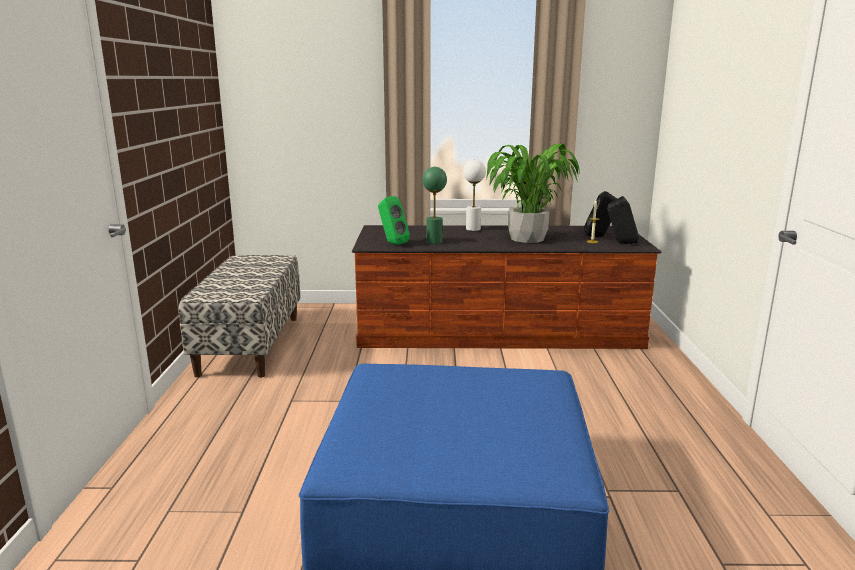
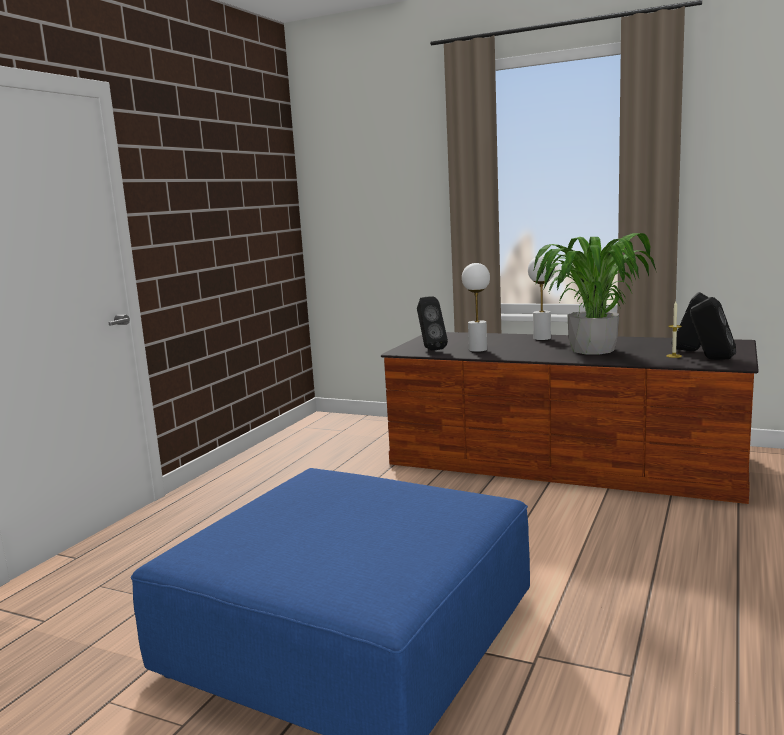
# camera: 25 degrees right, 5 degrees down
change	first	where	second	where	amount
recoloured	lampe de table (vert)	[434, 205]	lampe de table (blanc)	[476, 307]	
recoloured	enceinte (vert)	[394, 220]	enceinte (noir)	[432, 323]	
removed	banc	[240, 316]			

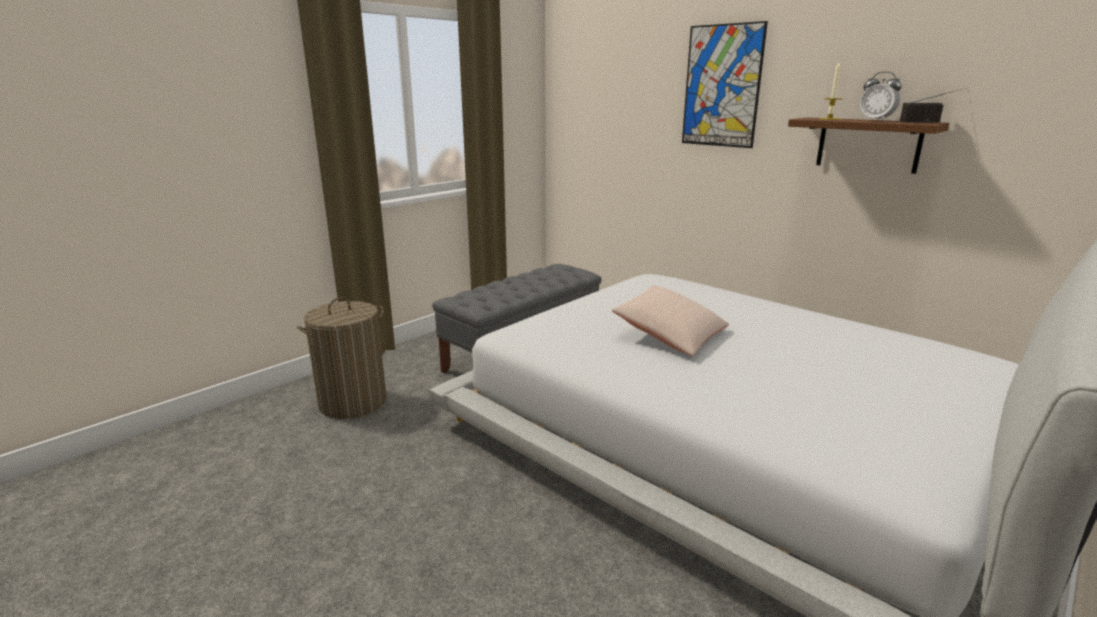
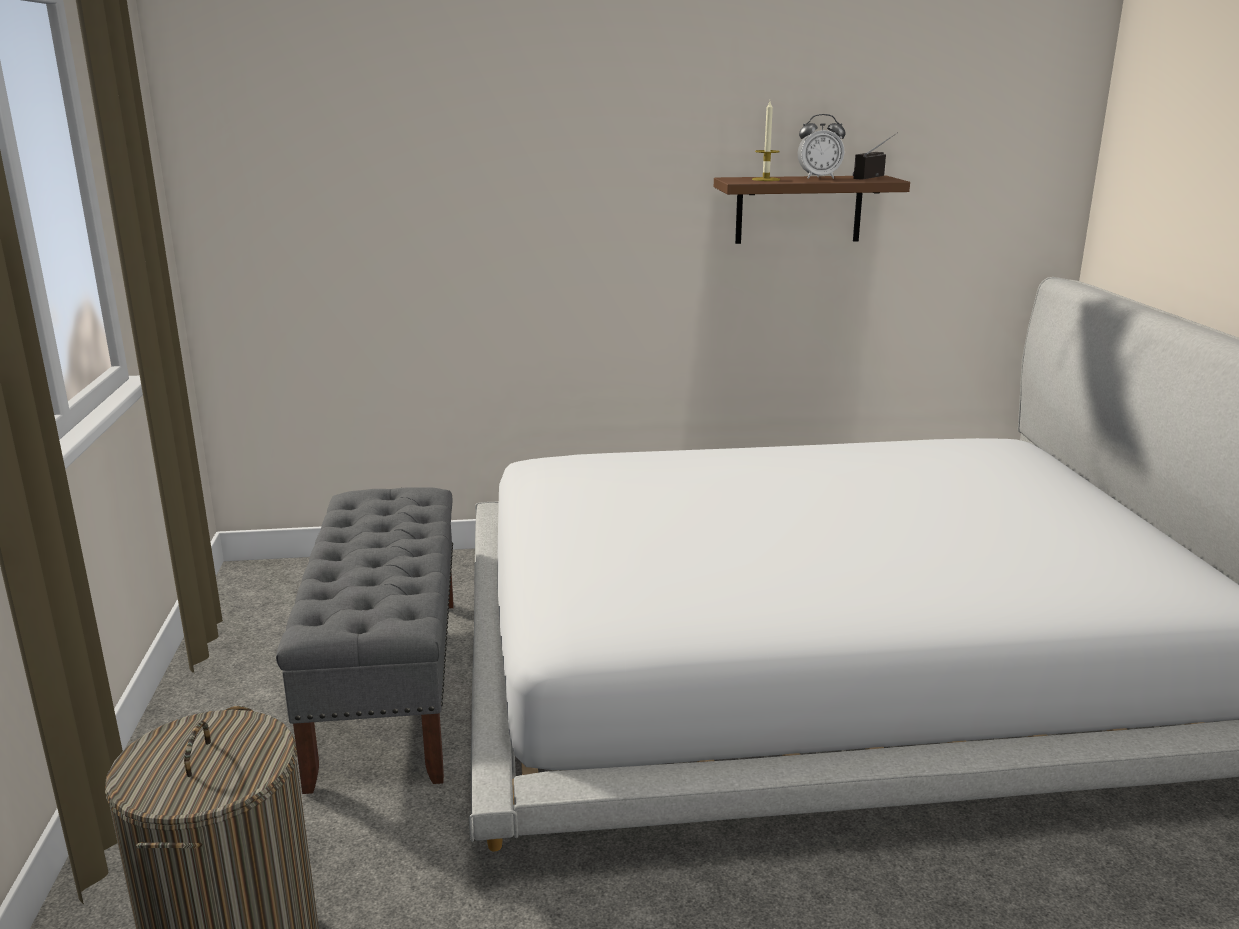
# camera: 50 degrees left, 0 degrees up
change	first	where	second	where	amount
removed	tableau	[725, 84]			
removed	coussin (beige)	[670, 320]			

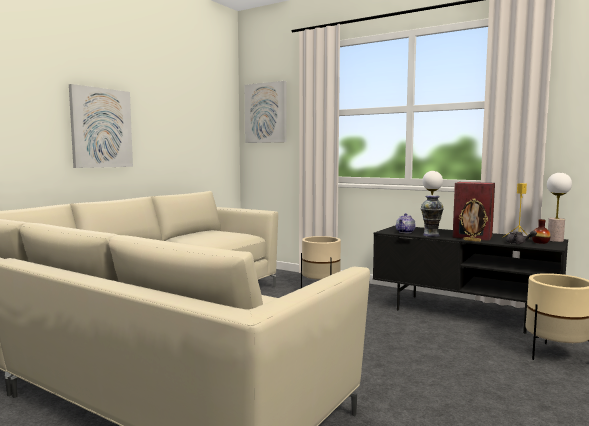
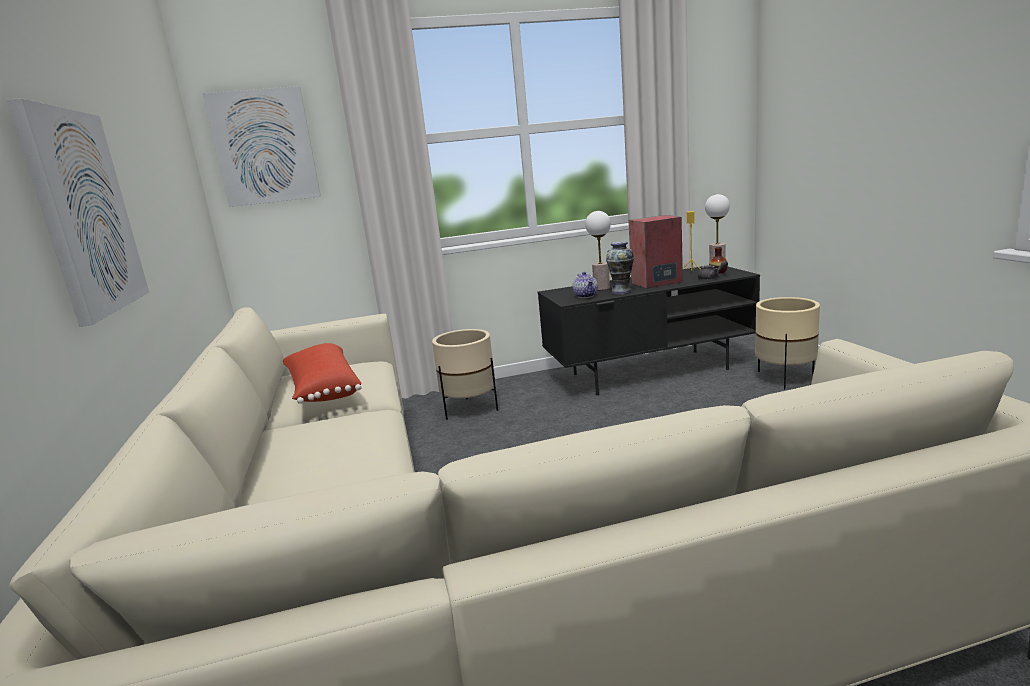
# camera: 45 degrees left, 10 degrees up
change	first	where	second	where	amount
removed	cadre photo	[473, 220]			
added			coussin (rouge)	[322, 373]	

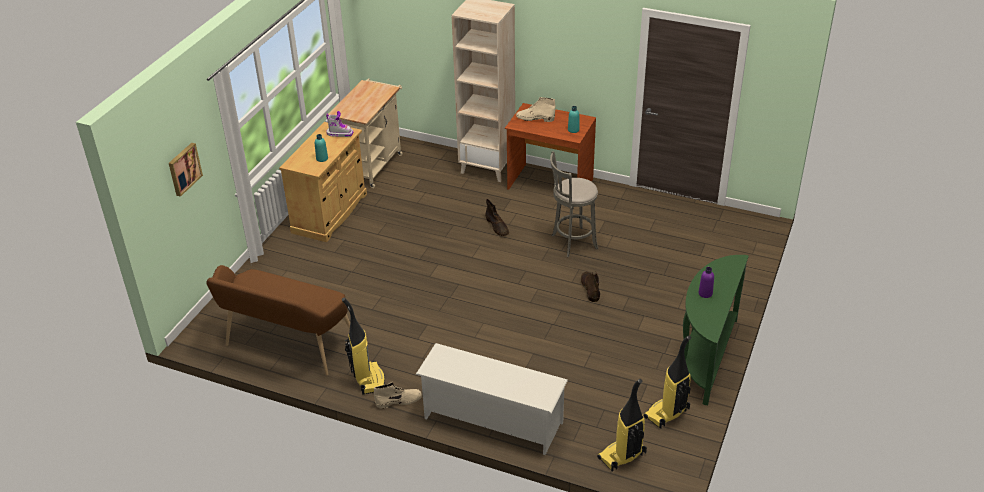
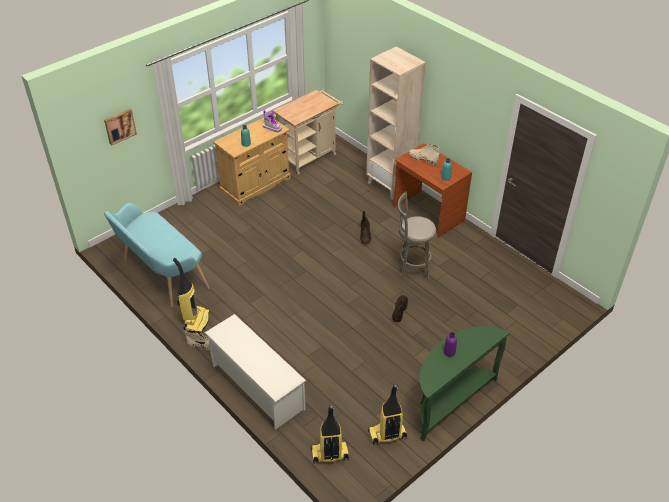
# camera: 25 degrees right, 5 degrees up
change	first	where	second	where	amount
recoloured	banc (marron)	[278, 320]	banc (turquoise)	[157, 255]	

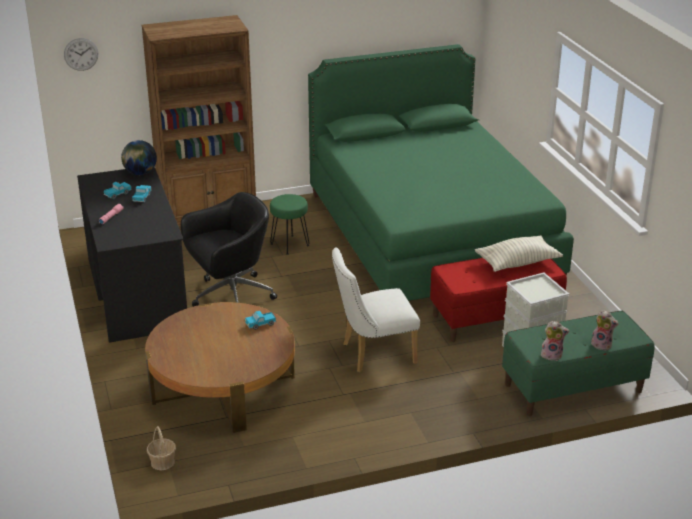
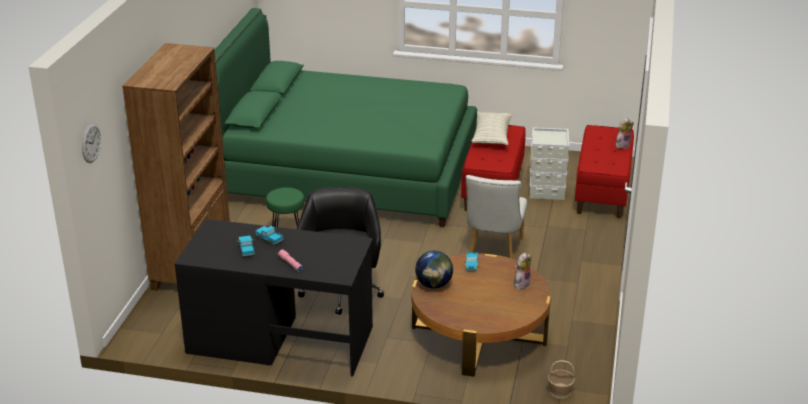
# camera: 60 degrees left, 0 degrees up
change	first	where	second	where	amount
moved	globe	[139, 157]		[434, 269]	
recoloured	banc (vert)	[578, 363]	banc (rouge)	[604, 172]	
moved	peluche	[554, 341]		[522, 271]	

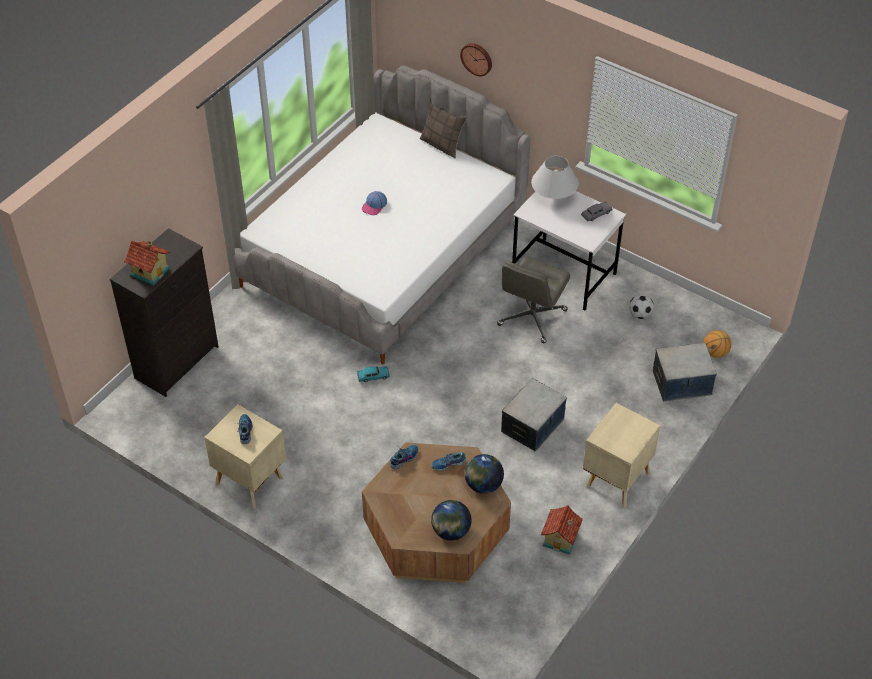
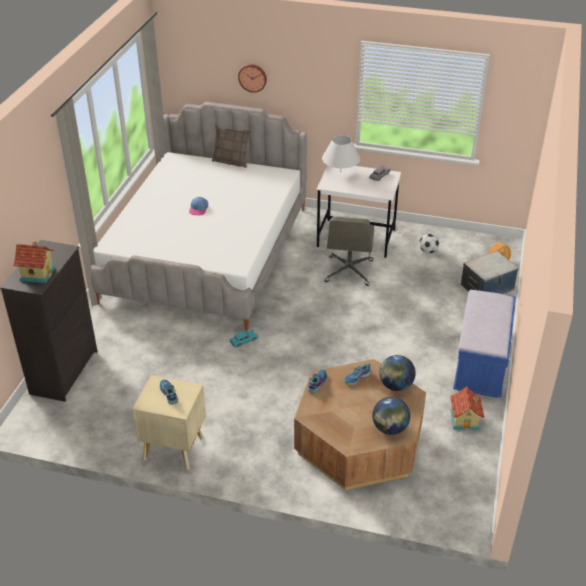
# camera: 20 degrees left, 10 degrees down
change	first	where	second	where	amount
removed	boîte de rangement	[534, 415]			
replaced	table de chevet (beige)	[621, 455]	banc (bleu)	[484, 343]	

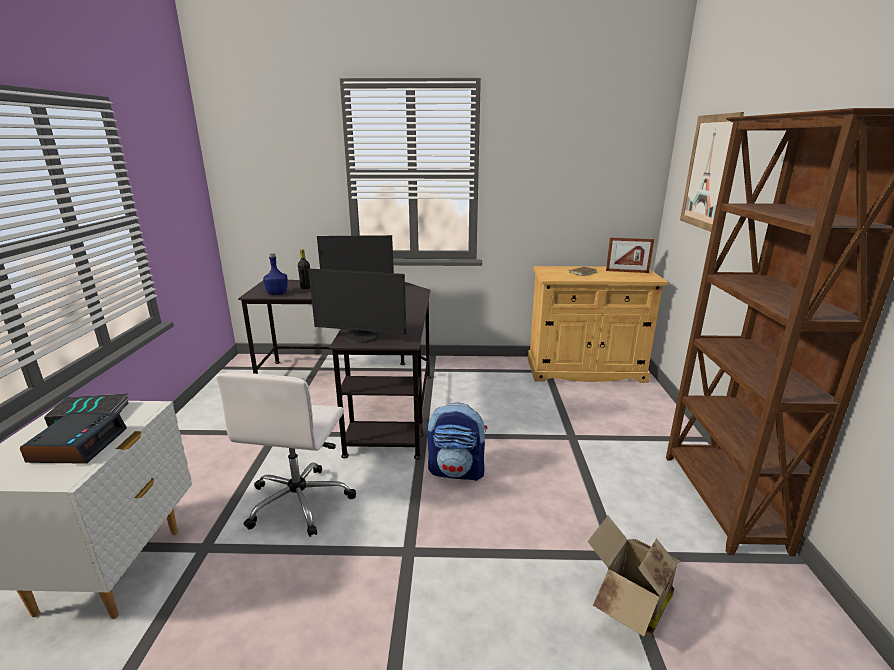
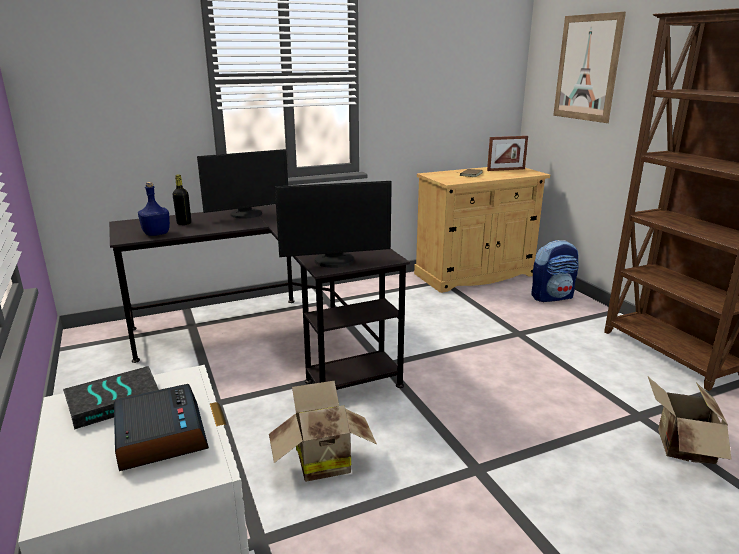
# camera: 25 degrees left, 0 degrees up
change	first	where	second	where	amount
replaced	chaise de bureau (blanc)	[286, 454]	carton	[323, 431]	
moved	sac à dos	[457, 441]		[555, 271]	

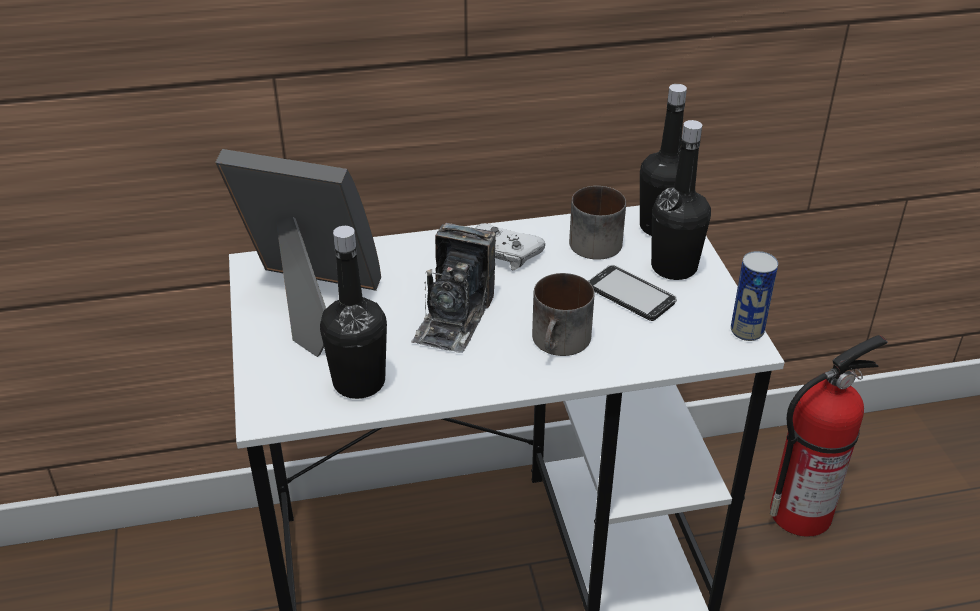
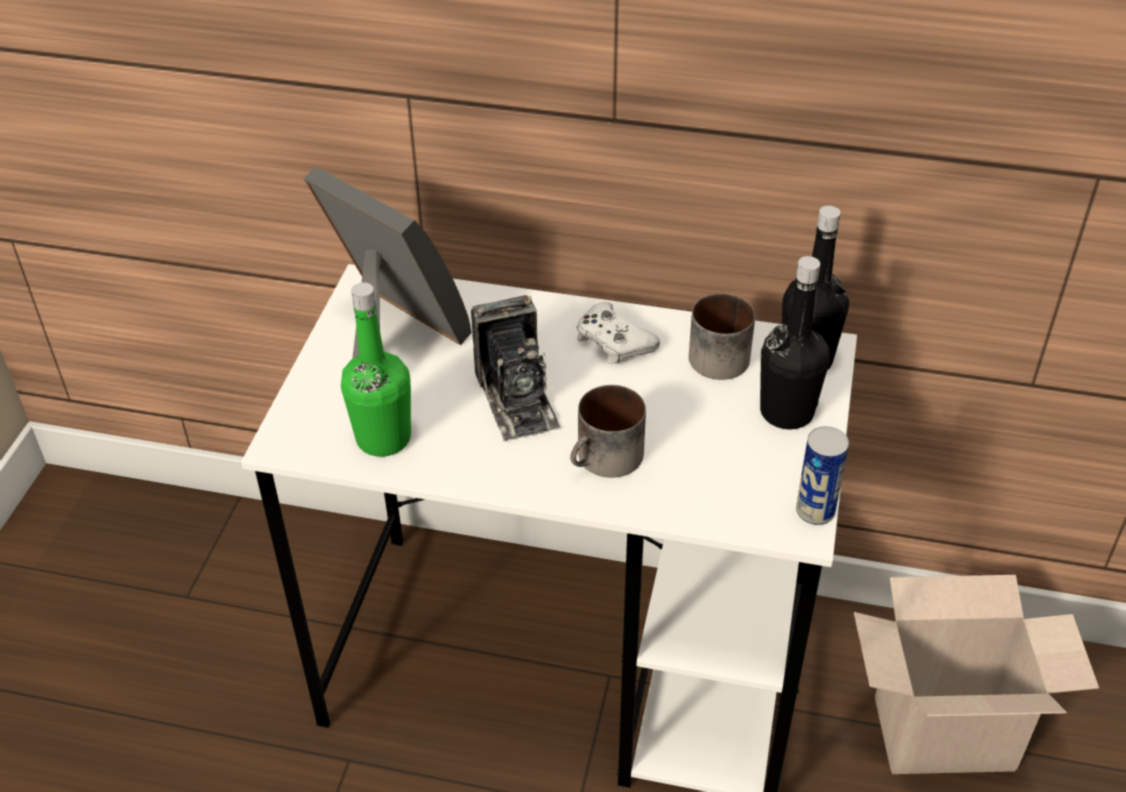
# camera: 25 degrees right, 5 degrees up
change	first	where	second	where	amount
turned	appareil photo	[453, 288]		[516, 368]	60 degrees counterclockwise
recoloured	bouteille (noir)	[353, 312]	bouteille (vert)	[376, 370]	
removed	téléphone	[632, 293]			
replaced	extincteur	[829, 436]	carton	[976, 674]	

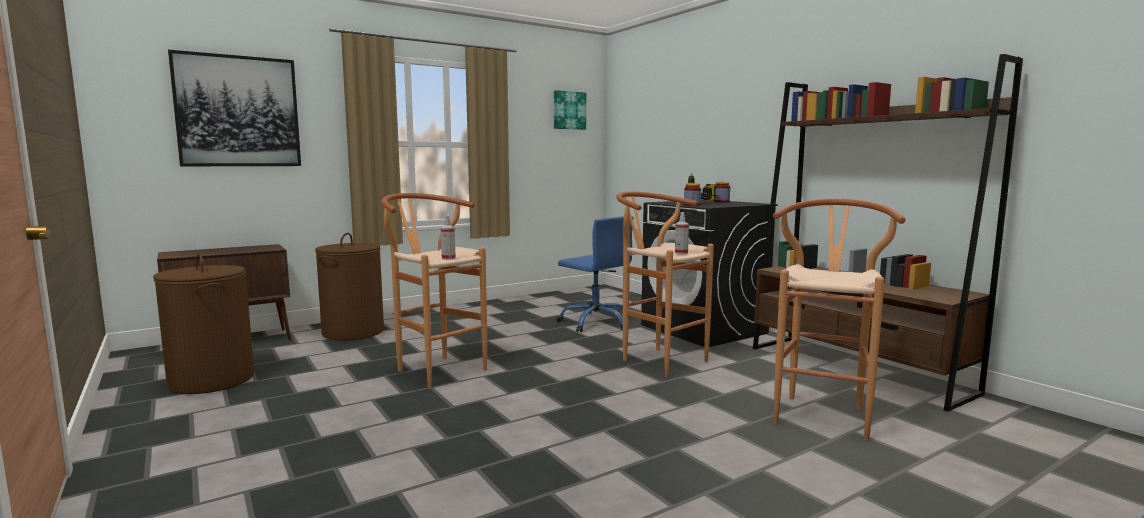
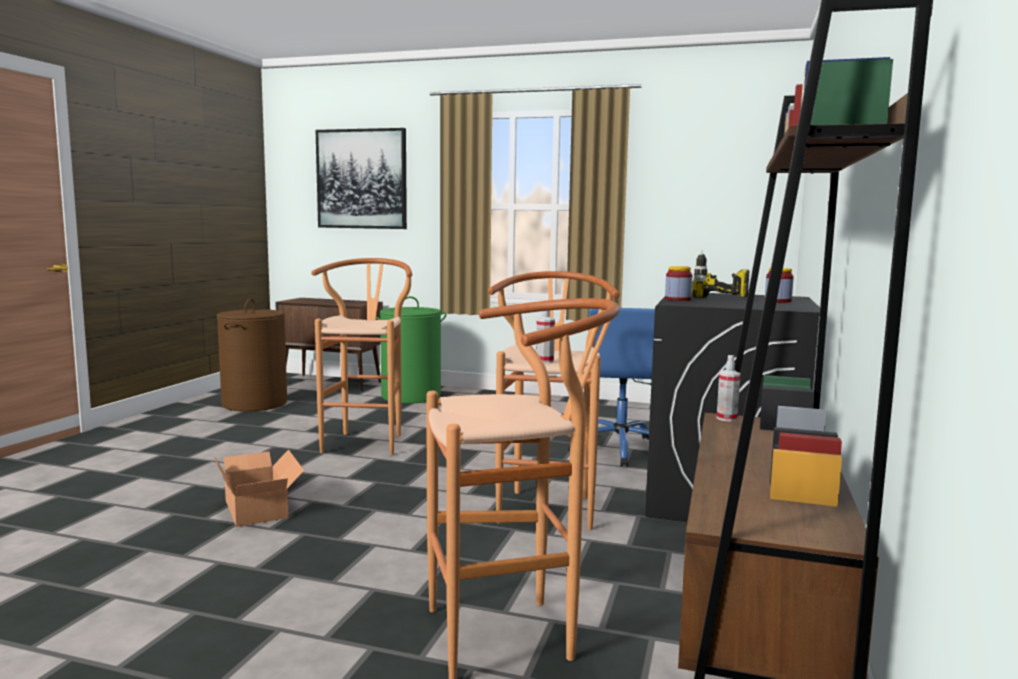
# camera: 50 degrees right, 0 degrees up
change	first	where	second	where	amount
removed	tableau	[570, 110]			
moved	vaporisateur	[448, 237]		[729, 388]	
recoloured	panier à linge (marron)	[349, 287]	panier à linge (vert)	[411, 349]	
added			carton	[259, 488]	

